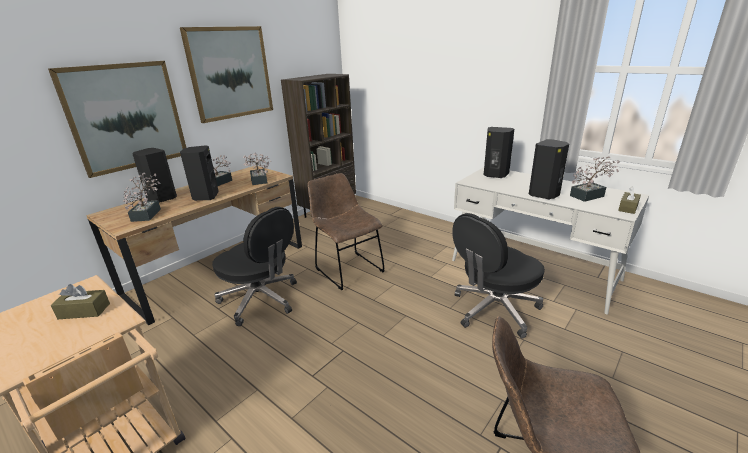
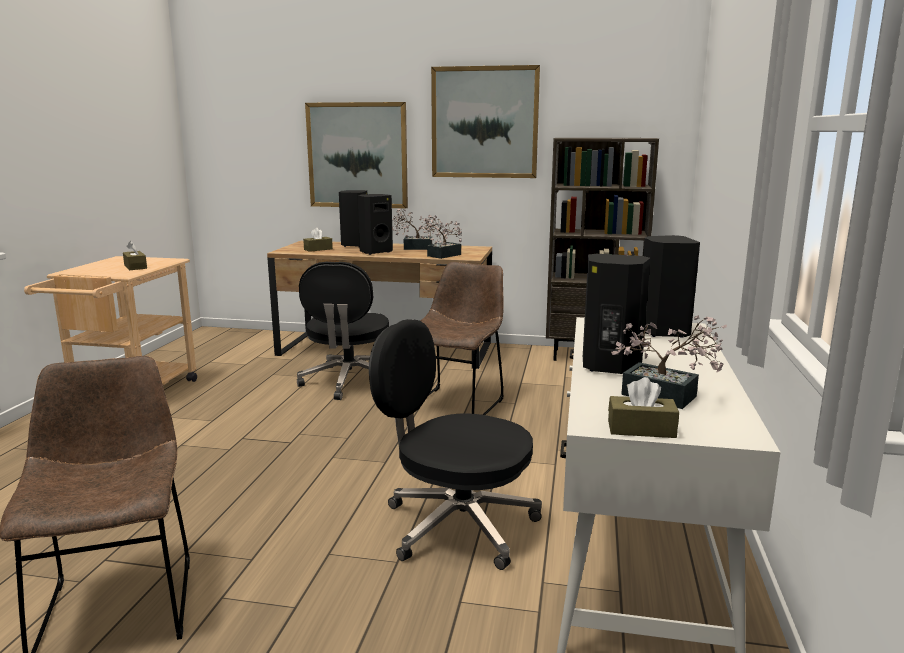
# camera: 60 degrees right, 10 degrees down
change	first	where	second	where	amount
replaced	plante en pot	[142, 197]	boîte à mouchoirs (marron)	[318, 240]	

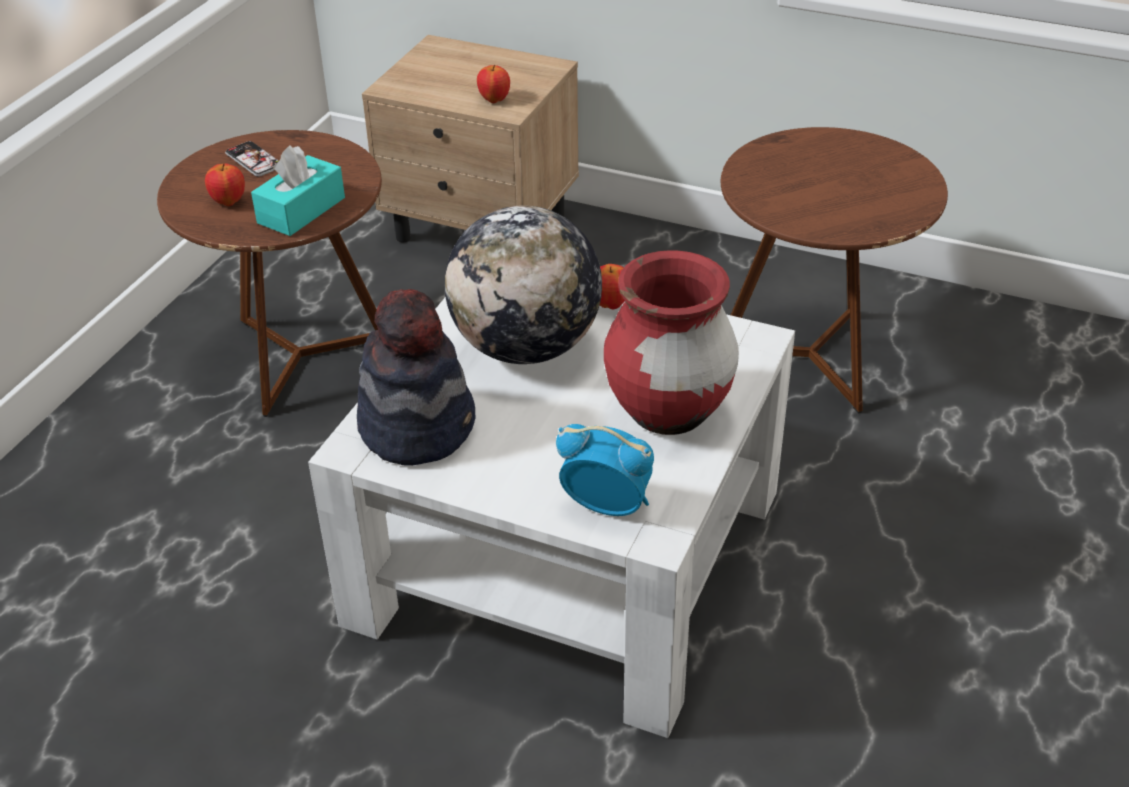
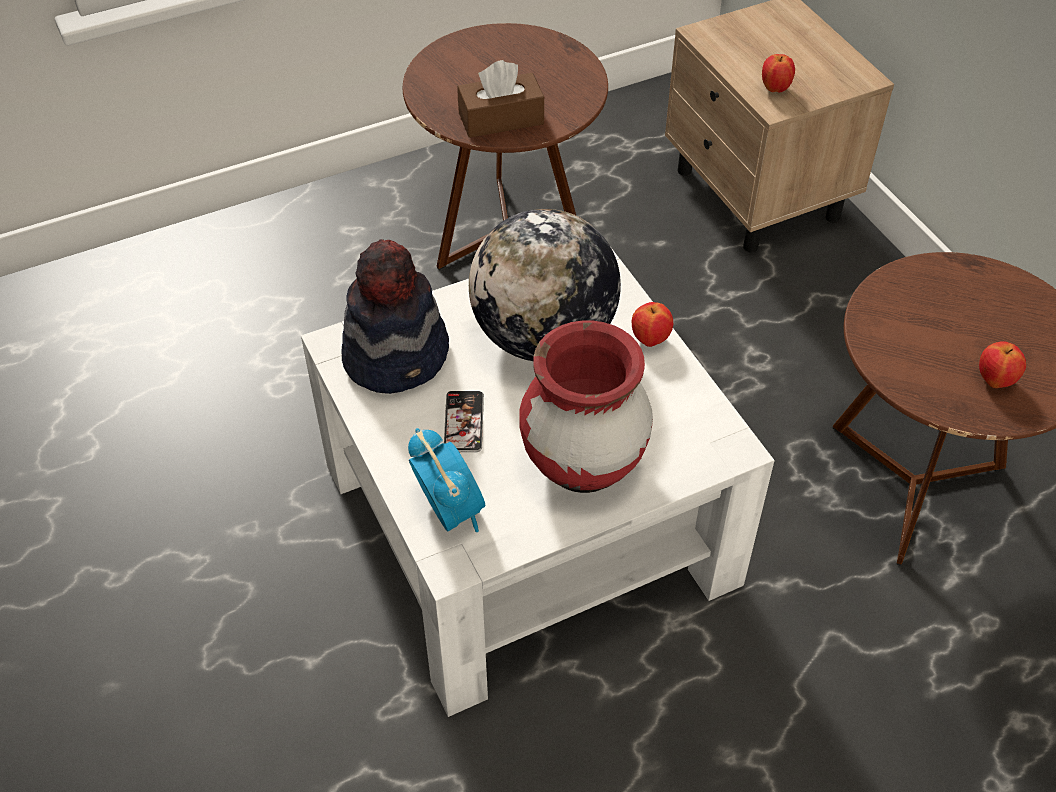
# camera: 40 degrees right, 10 degrees up
change	first	where	second	where	amount
moved	téléphone	[252, 159]		[464, 421]	
recoloured	boîte à mouchoirs (turquoise)	[298, 190]	boîte à mouchoirs (marron)	[500, 99]	
moved	pomme	[225, 184]		[1002, 364]	

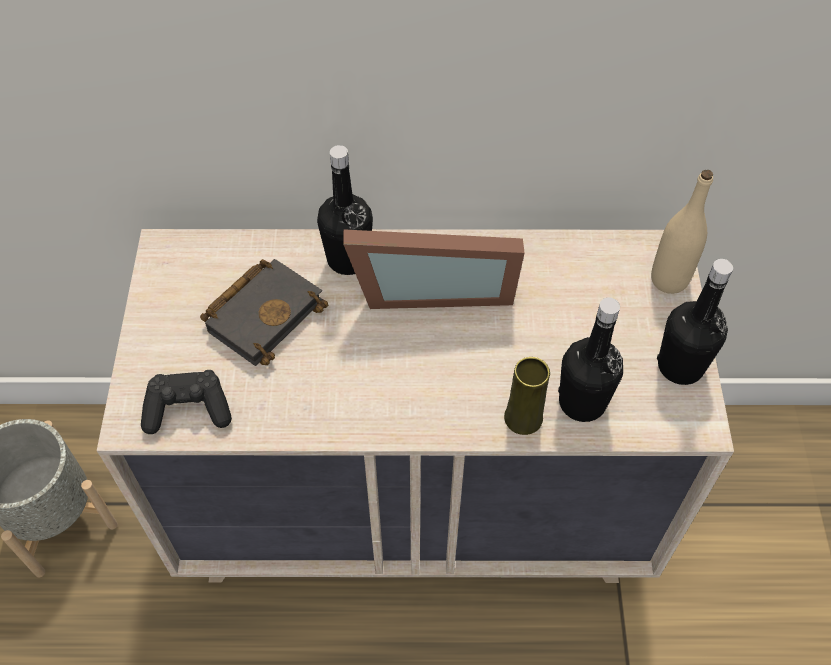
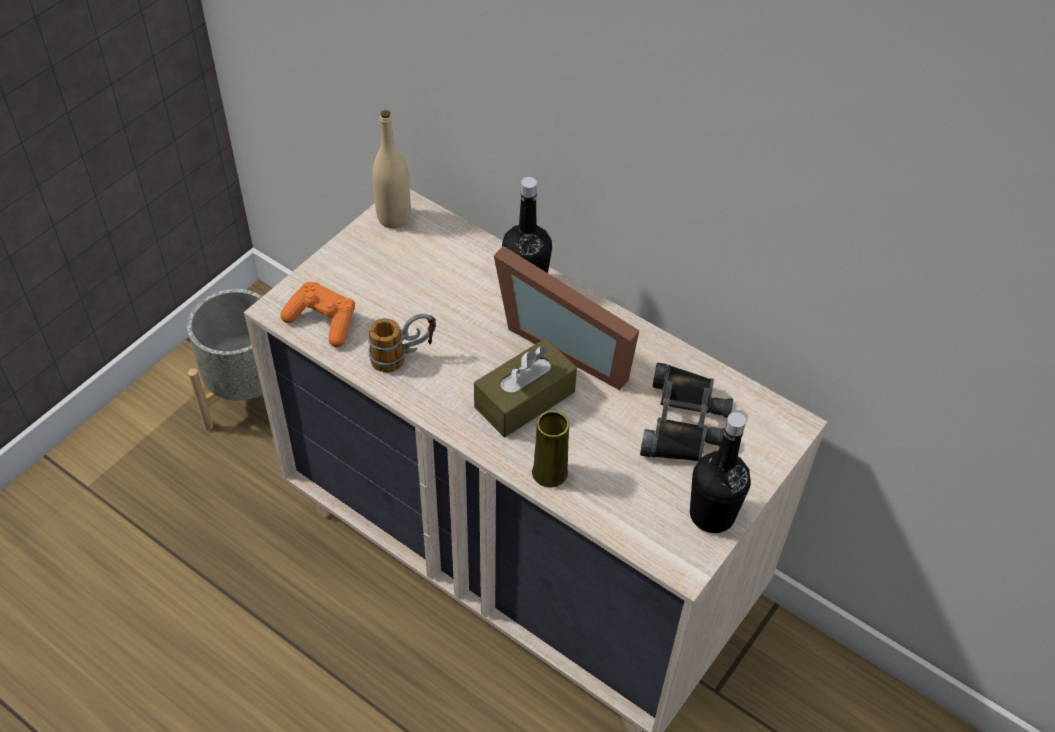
# camera: 35 degrees right, 5 degrees down
change	first	where	second	where	amount
moved	bouteille (beige)	[682, 232]		[391, 169]	
removed	livre (noir)	[264, 312]			
removed	bouteille (noir)	[590, 359]			
recoloured	manette (noir)	[186, 402]	manette (orange)	[317, 314]	
added			mug	[402, 343]	
added			boîte à mouchoirs (marron)	[525, 387]	
added			jumelles (noir)	[686, 412]	

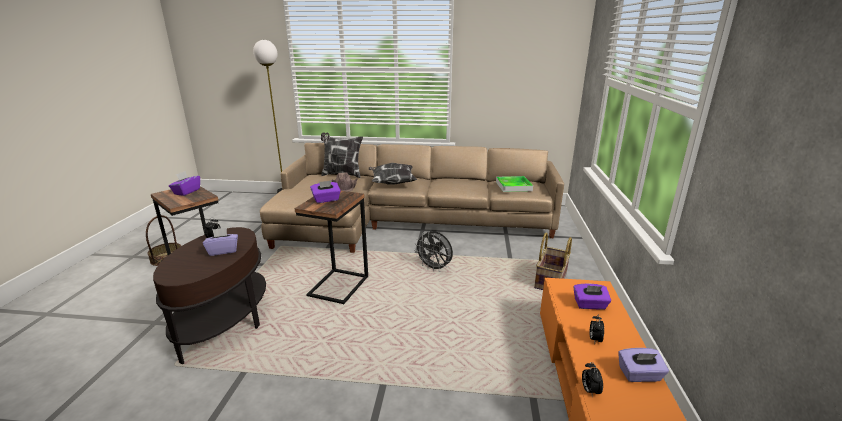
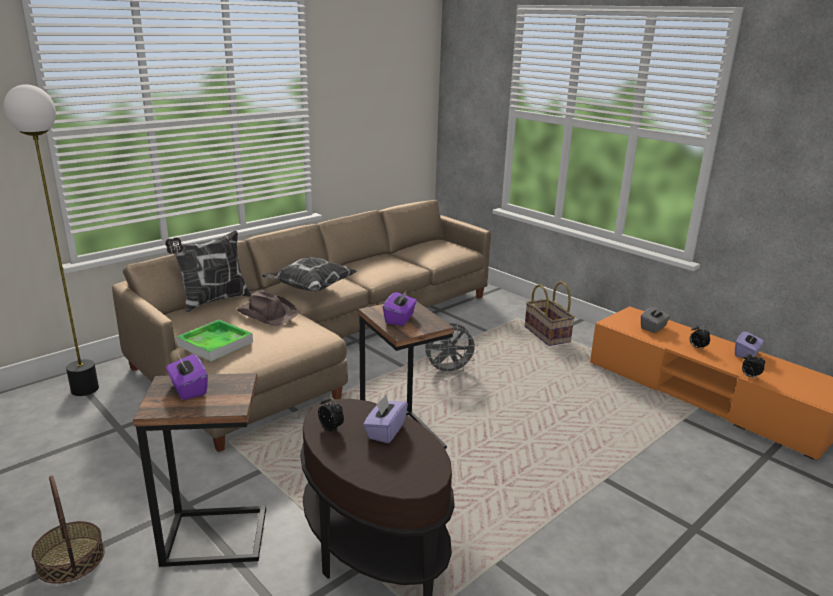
# camera: 50 degrees left, 0 degrees up
change	first	where	second	where	amount
moved	plateau	[514, 184]		[214, 341]	
recoloured	boîte à mouchoirs (violet)	[592, 297]	boîte à mouchoirs (gris)	[656, 319]	

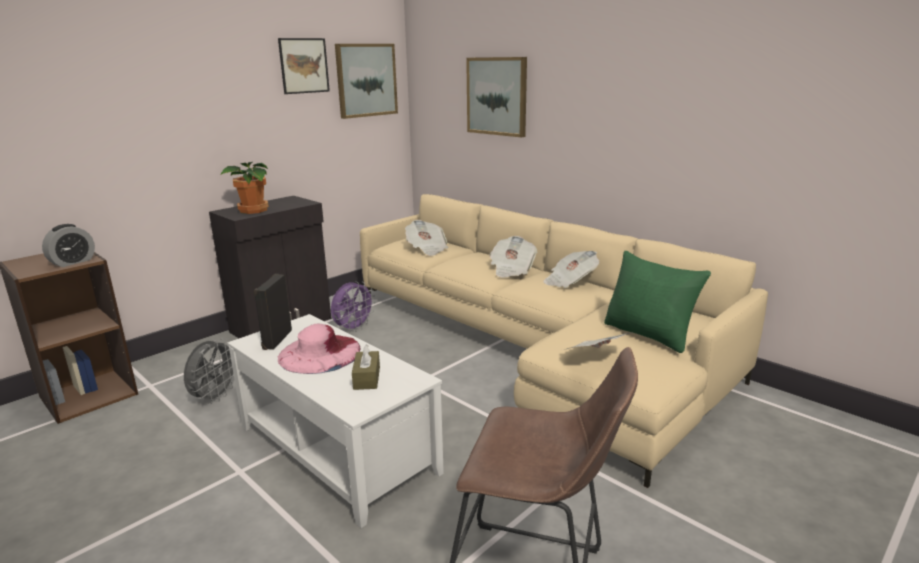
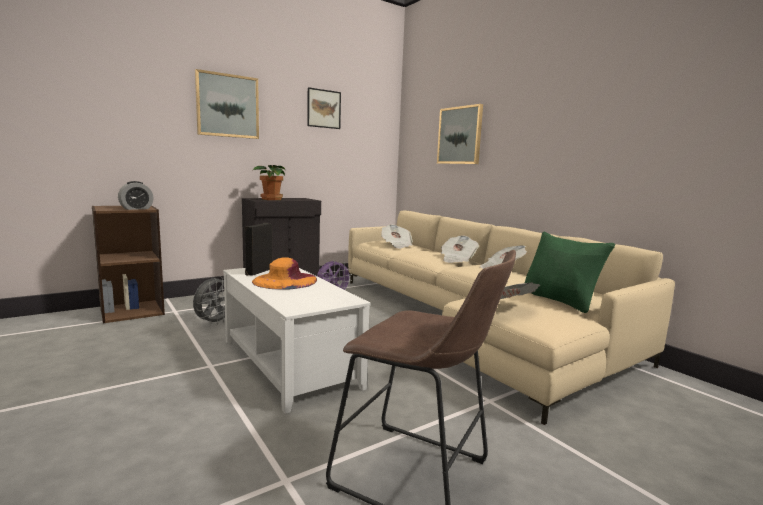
# camera: 10 degrees right, 10 degrees down
change	first	where	second	where	amount
moved	tableau	[366, 81]		[227, 104]	
recoloured	chapeau (rose)	[319, 349]	chapeau (orange)	[284, 273]	
removed	boîte à mouchoirs (marron)	[366, 367]			

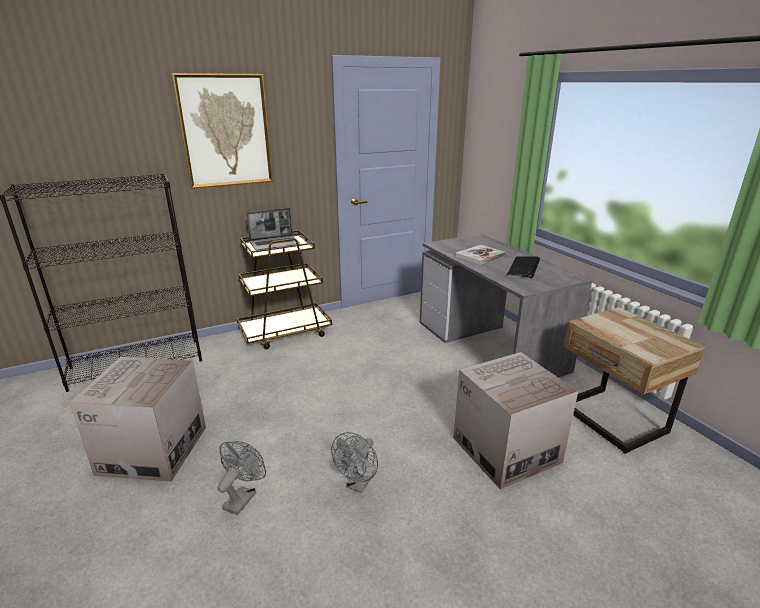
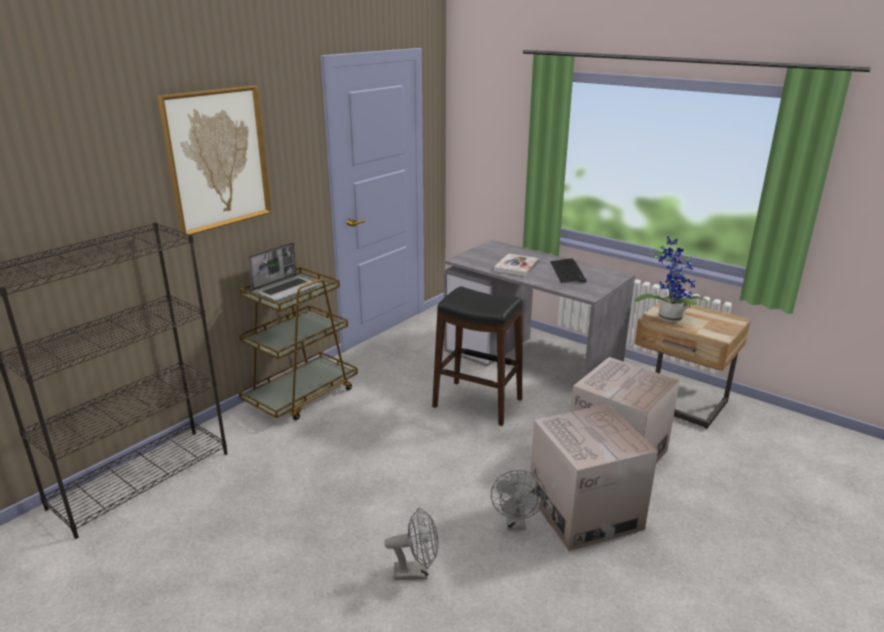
# camera: 25 degrees left, 0 degrees up
change	first	where	second	where	amount
moved	carton	[137, 419]		[593, 477]	
turned	ventilateur (gris)	[241, 478]		[411, 543]	90 degrees clockwise
added			plante en pot	[671, 279]	
added			tabouret (noir)	[477, 356]	

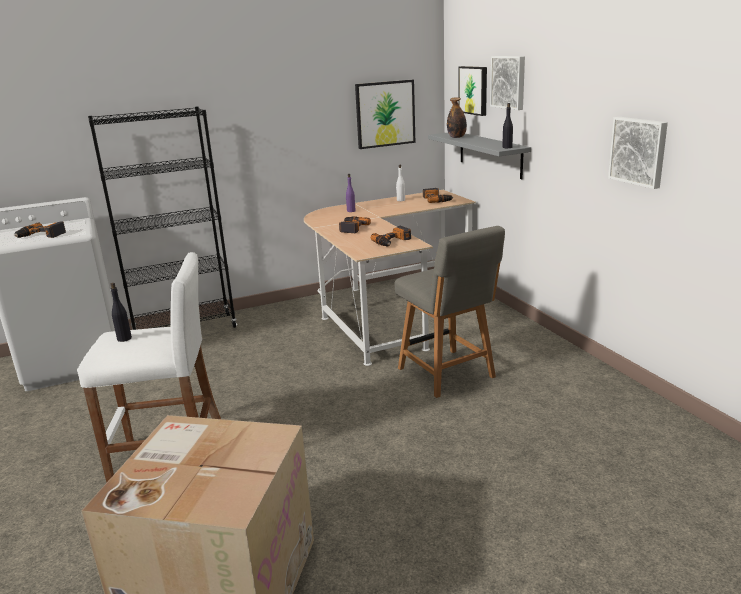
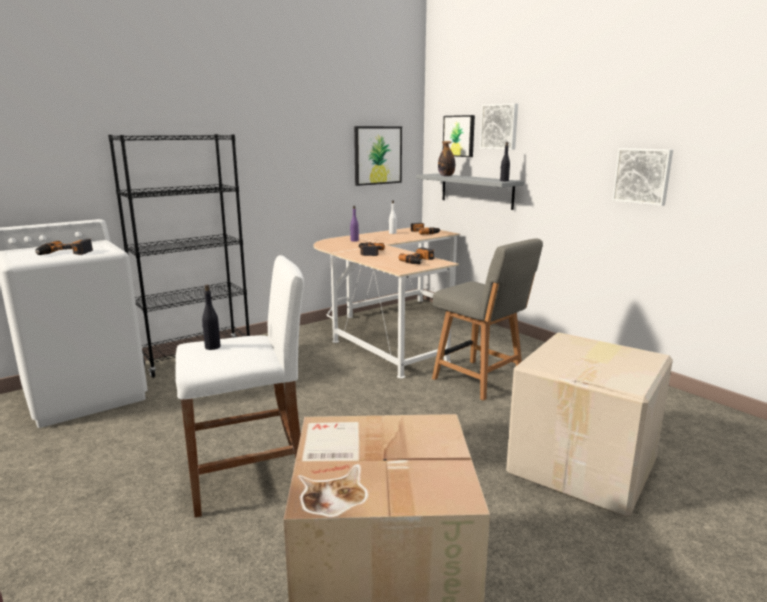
# camera: 15 degrees left, 5 degrees down
change	first	where	second	where	amount
added			carton	[589, 424]	

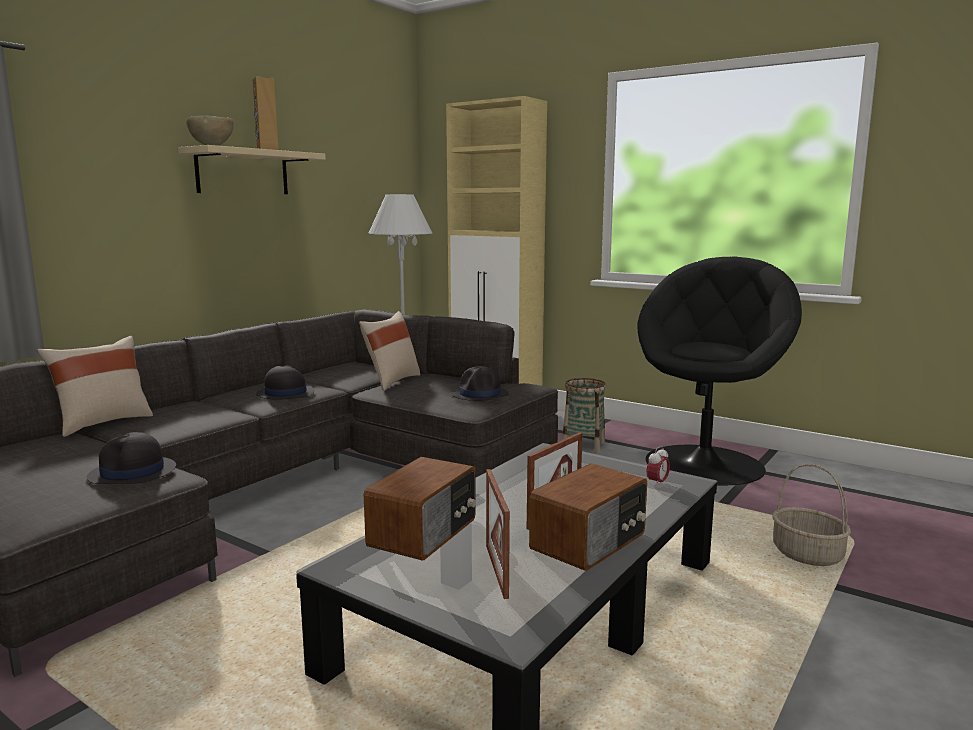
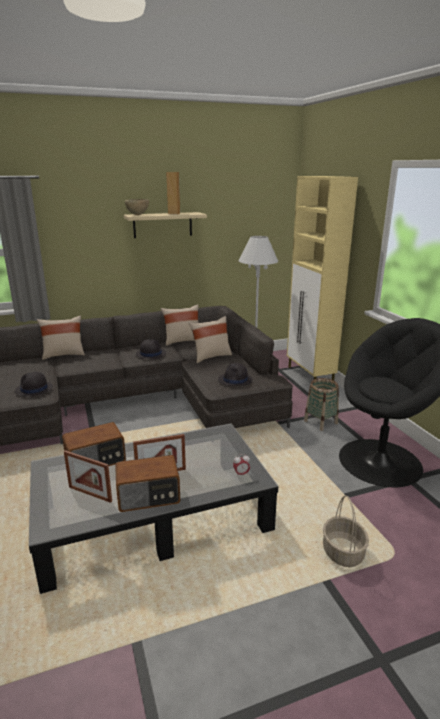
# camera: 35 degrees right, 10 degrees up
change	first	where	second	where	amount
turned	cadre photo	[498, 534]		[88, 476]	90 degrees counterclockwise
added			coussin (beige)	[180, 325]	

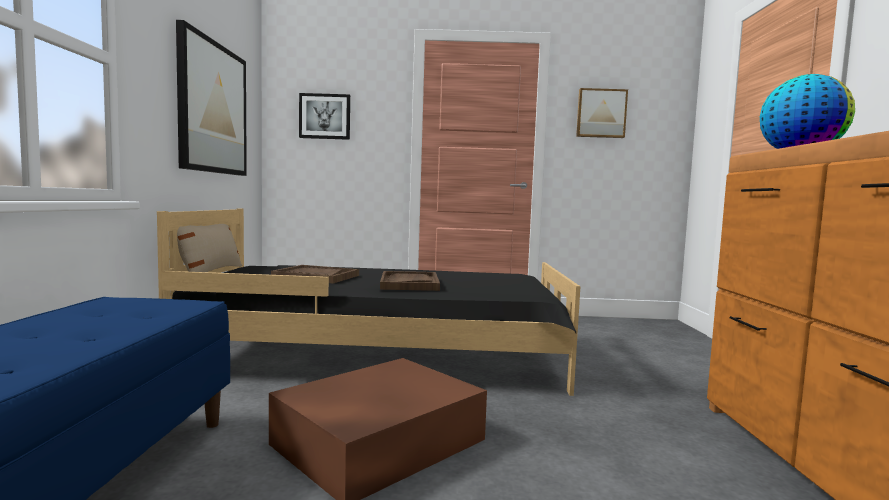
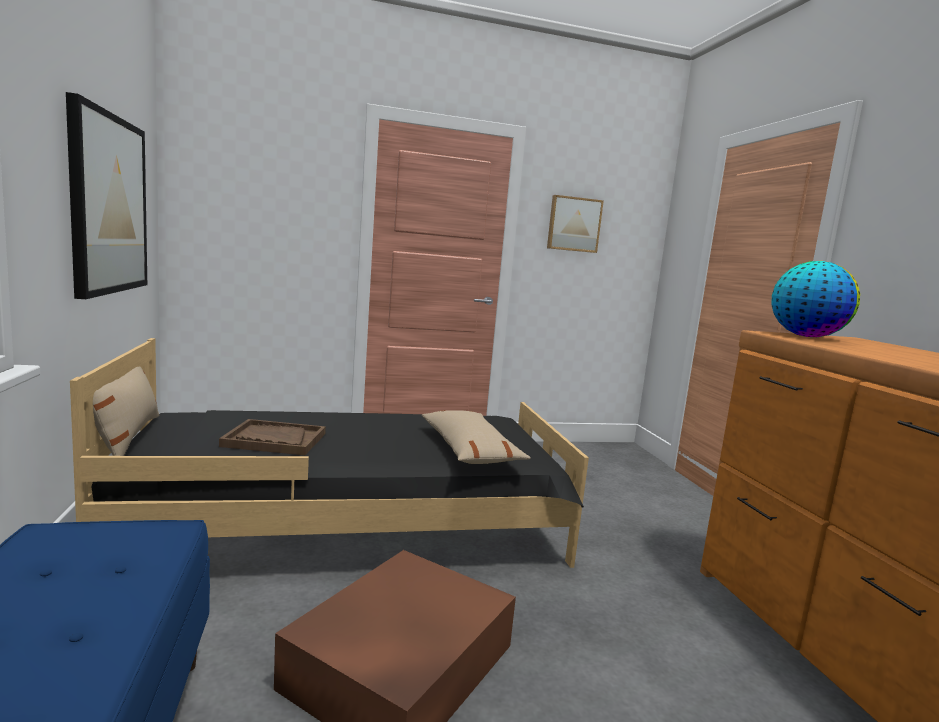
# camera: 15 degrees left, 5 degrees up
change	first	where	second	where	amount
removed	tableau	[324, 116]			
removed	plateau (marron)	[410, 281]			
added			coussin (beige)	[476, 437]	

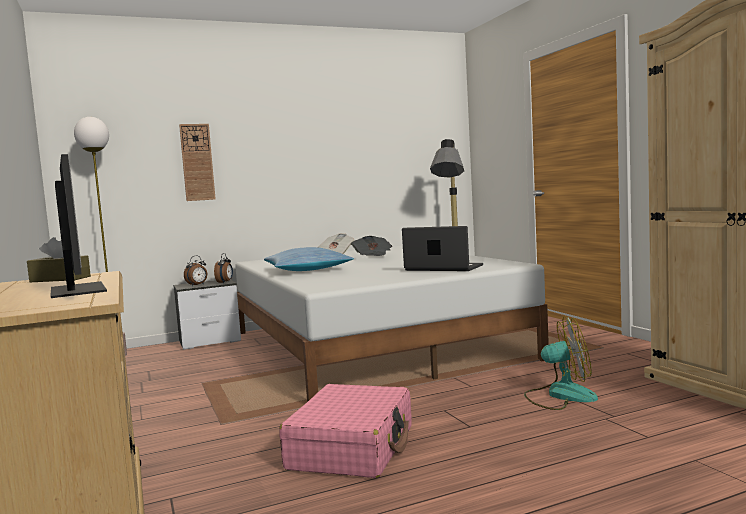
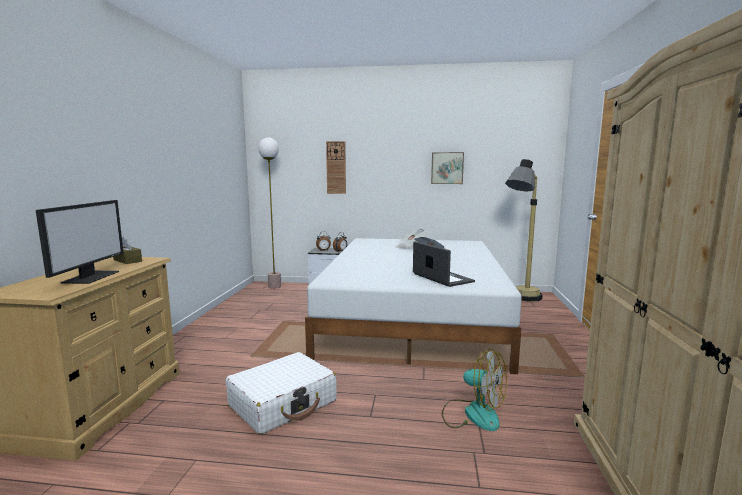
# camera: 30 degrees right, 5 degrees up
change	first	where	second	where	amount
removed	coussin	[309, 259]			
recoloured	valise (rose)	[345, 431]	valise (blanc)	[281, 393]	
added			tableau	[447, 168]	

